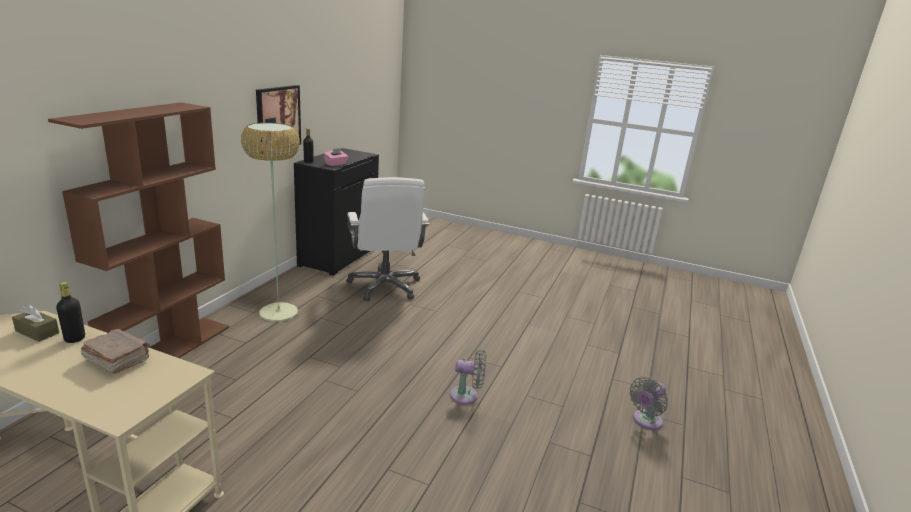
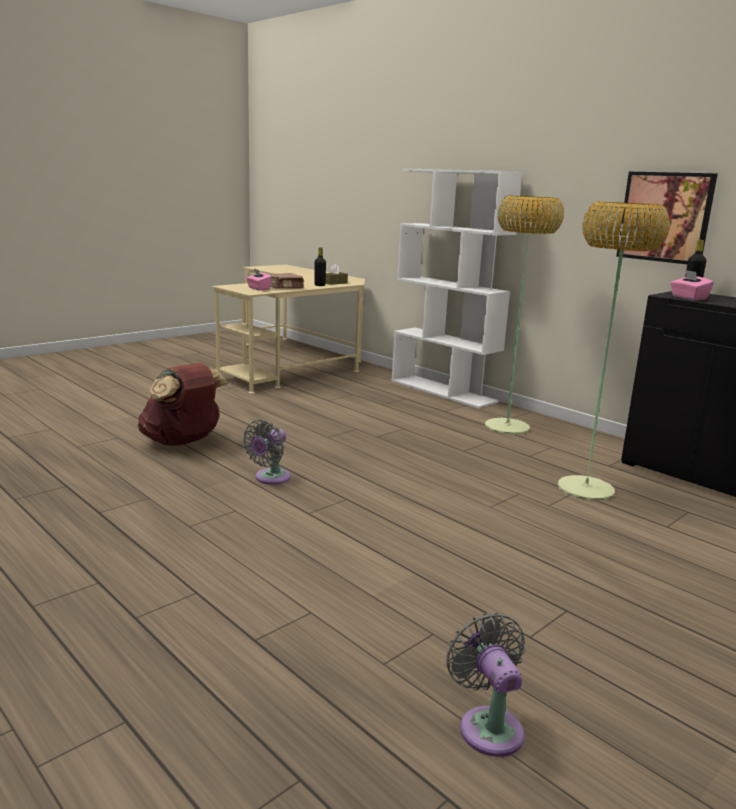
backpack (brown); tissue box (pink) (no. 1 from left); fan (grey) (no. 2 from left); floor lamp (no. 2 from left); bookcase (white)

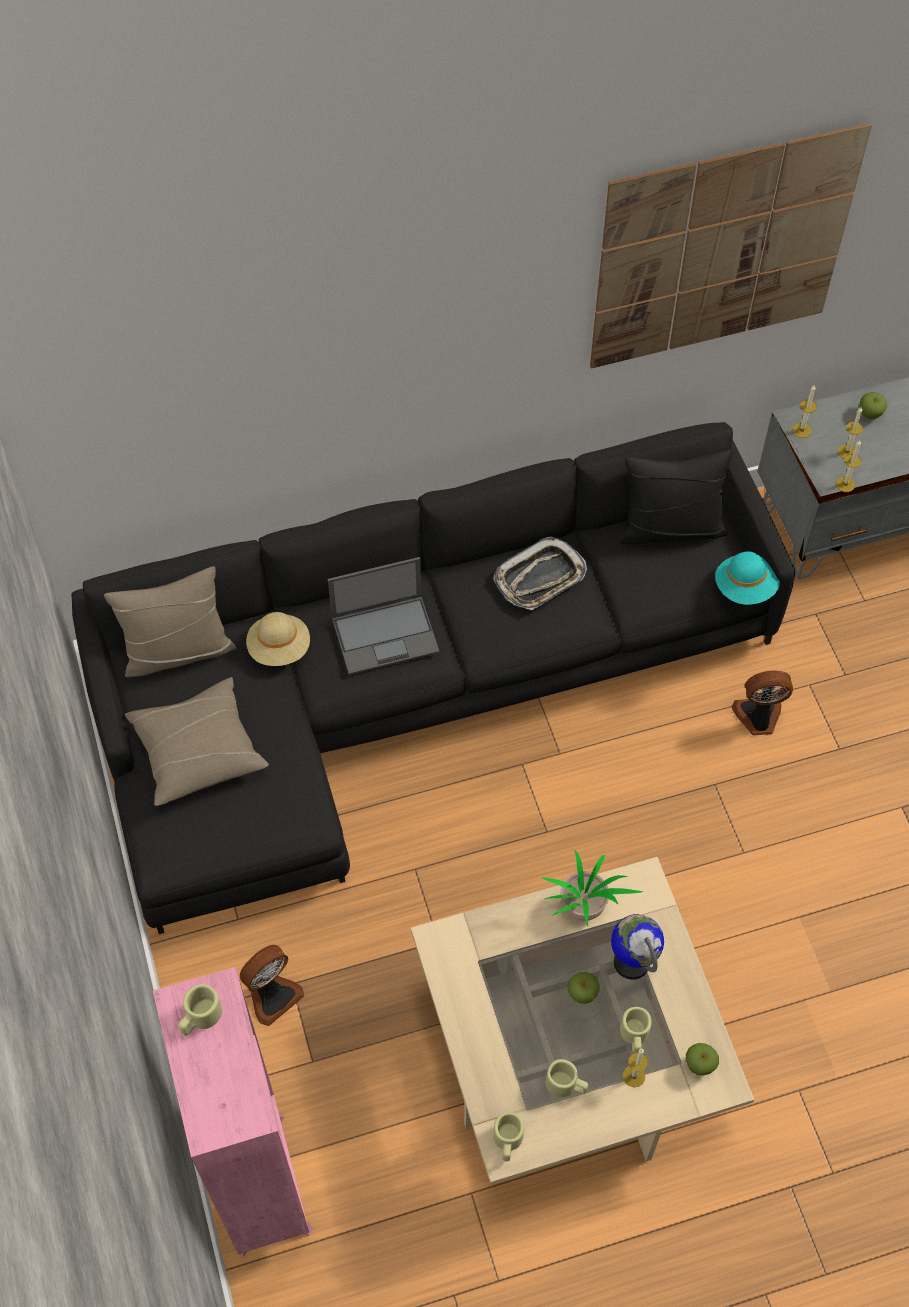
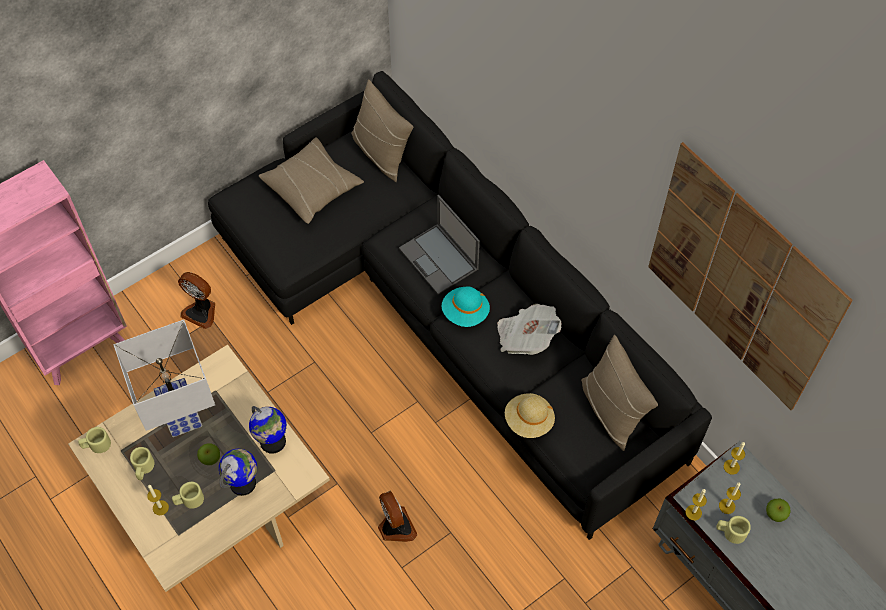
apple (no. 2 from left in the first image); table lamp (white); mug (beige) (no. 4 from left); hat (beige); hat (turquoise); fan (no. 2 from left); newspaper; globe (no. 2 from left); pillow (beige) (no. 3 from left)

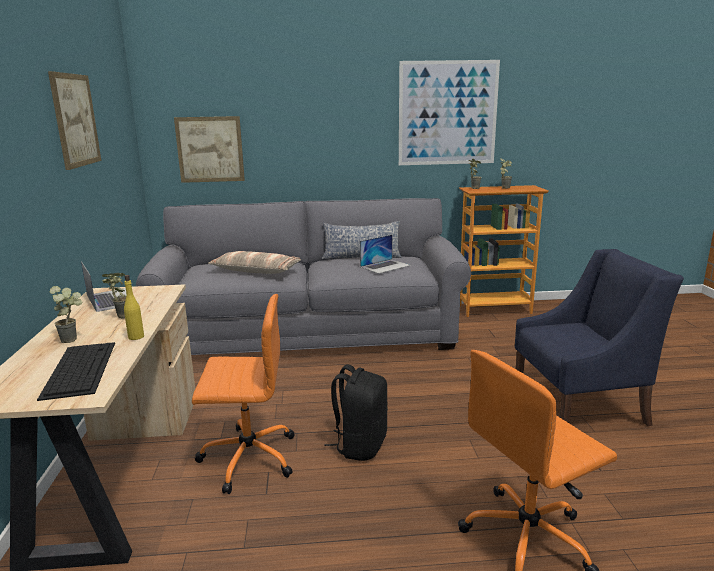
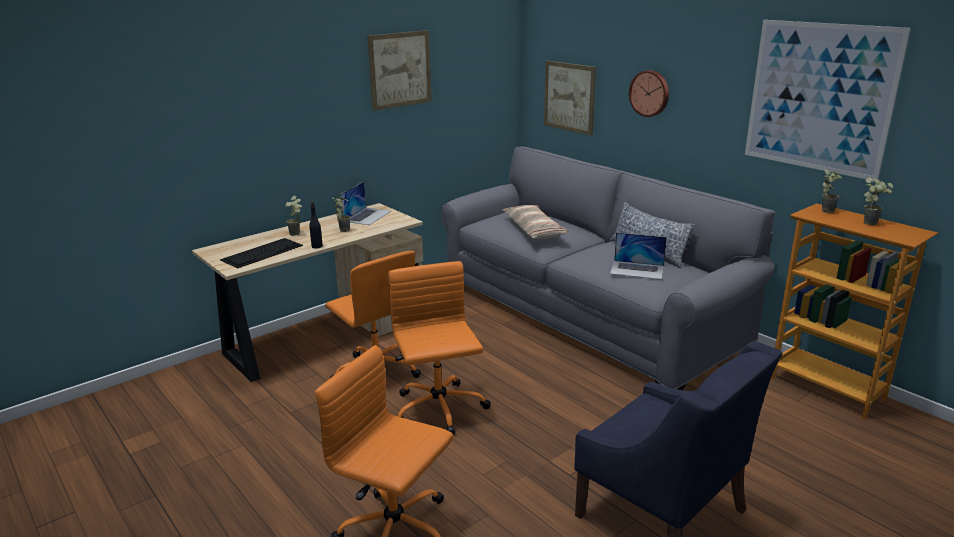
wall clock; office chair (orange) (no. 3 from left); bottle (black)

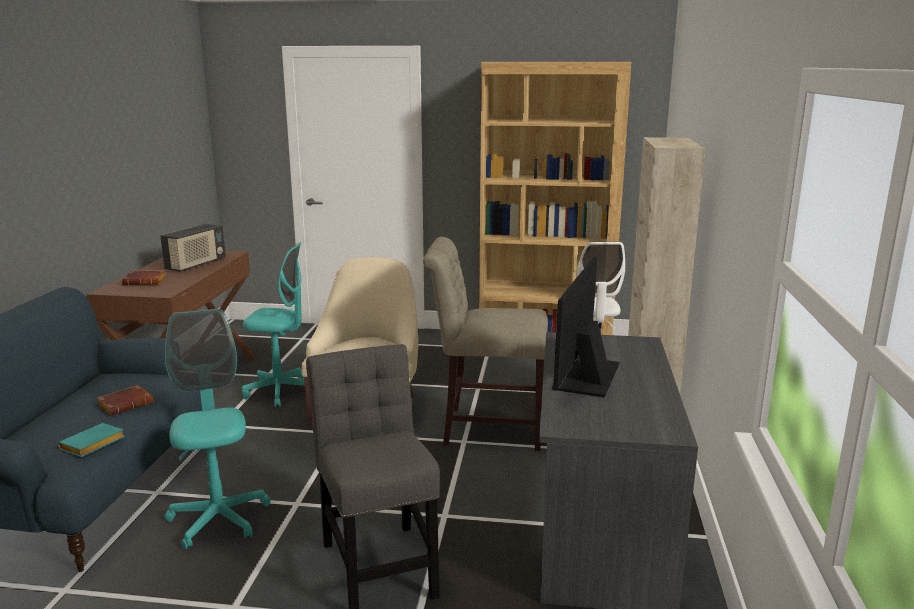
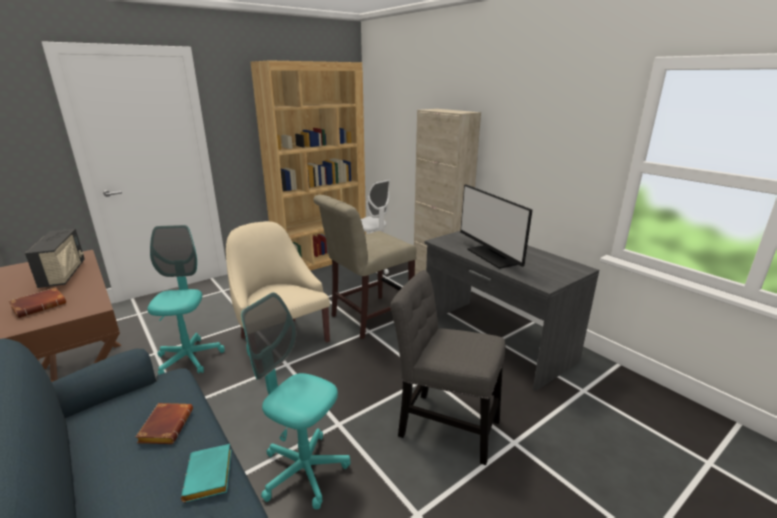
office chair (turquoise) (no. 1 from left)

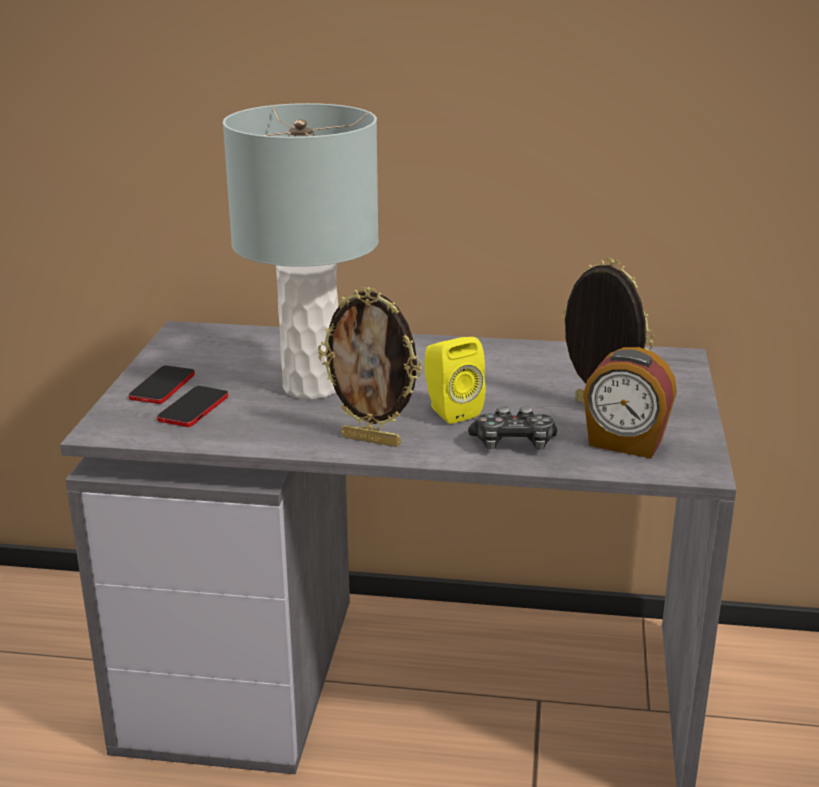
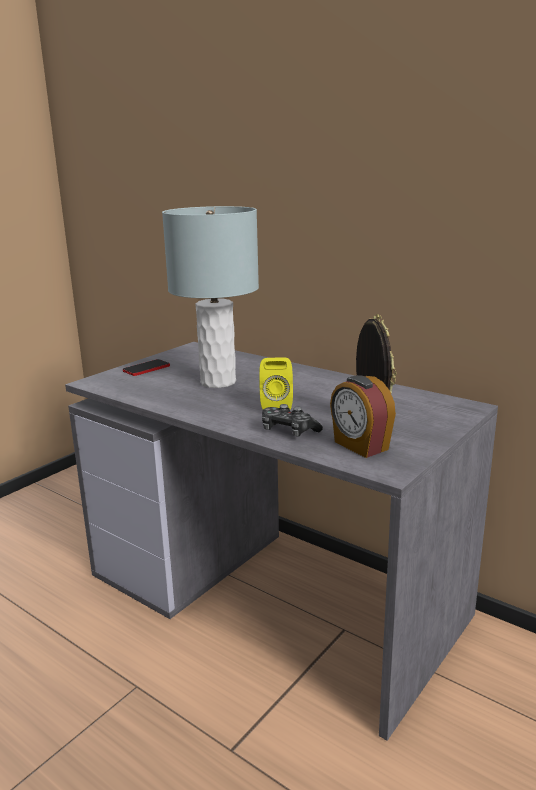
phone (no. 2 from left in the first image); picture frame (no. 1 from left in the first image)

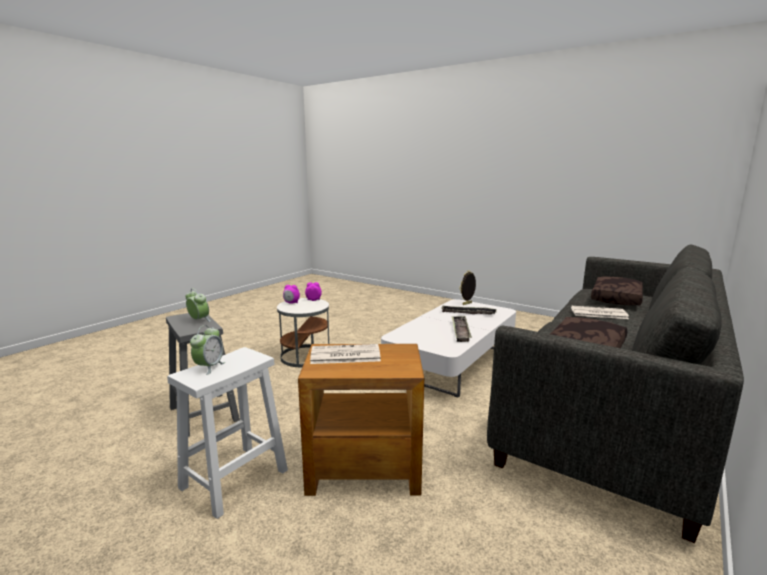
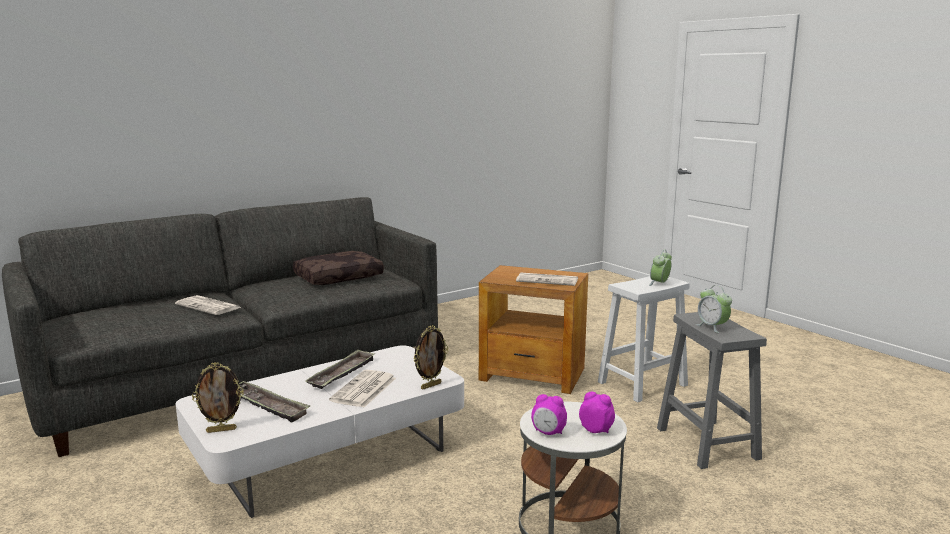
pillow (brown) (no. 2 from left in the first image); newspaper (no. 2 from left); picture frame (no. 2 from left)

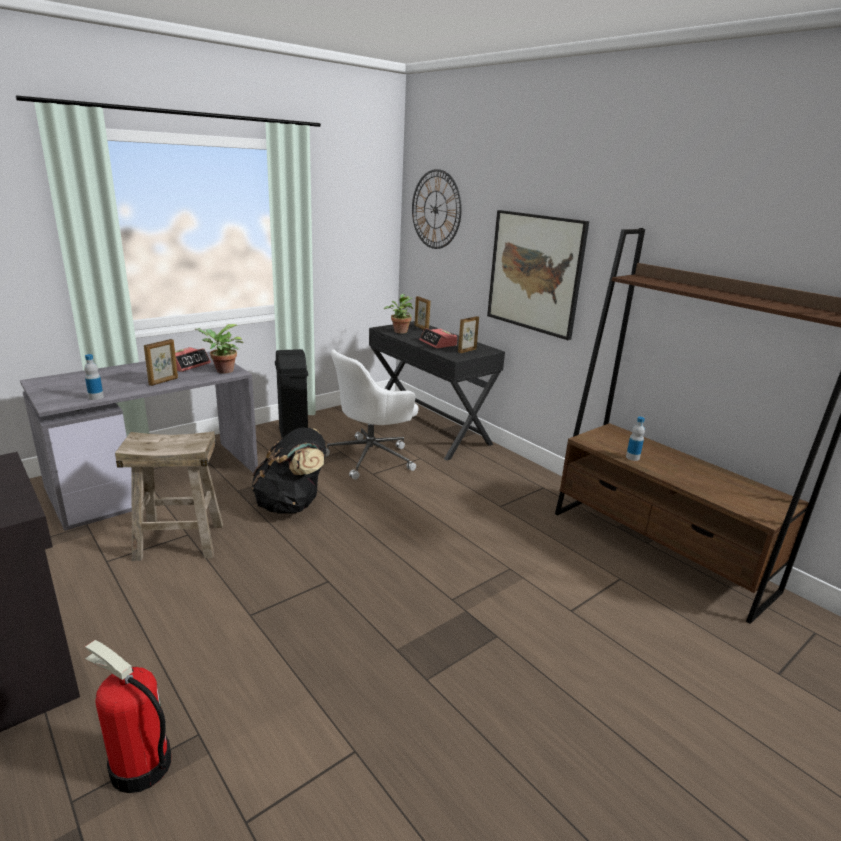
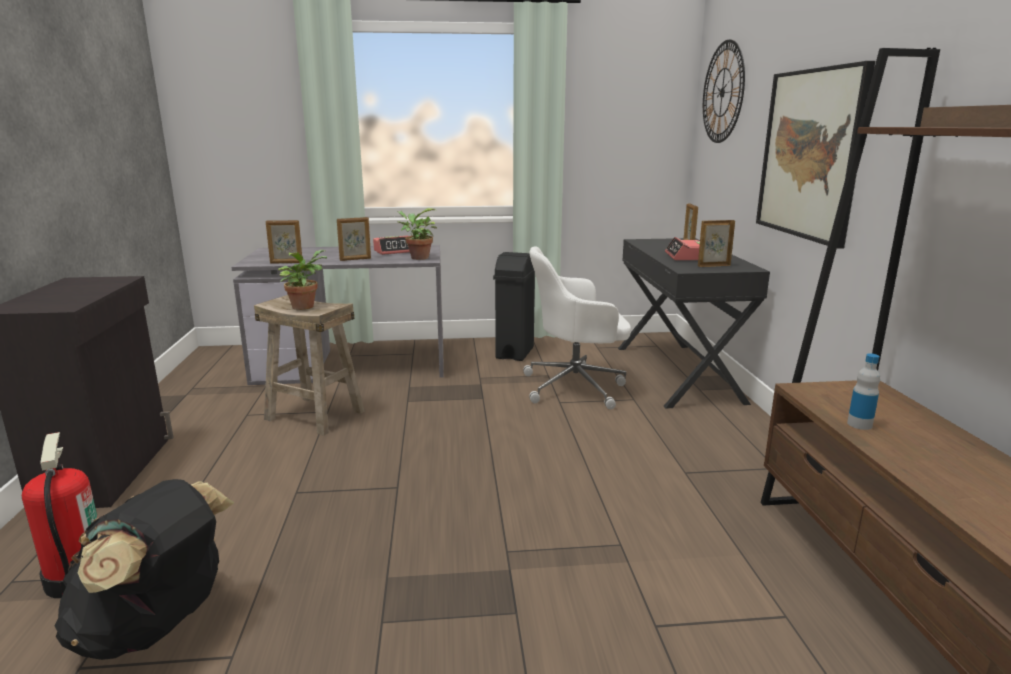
backpack (black); potted plant (no. 1 from left); picture frame (no. 1 from left)

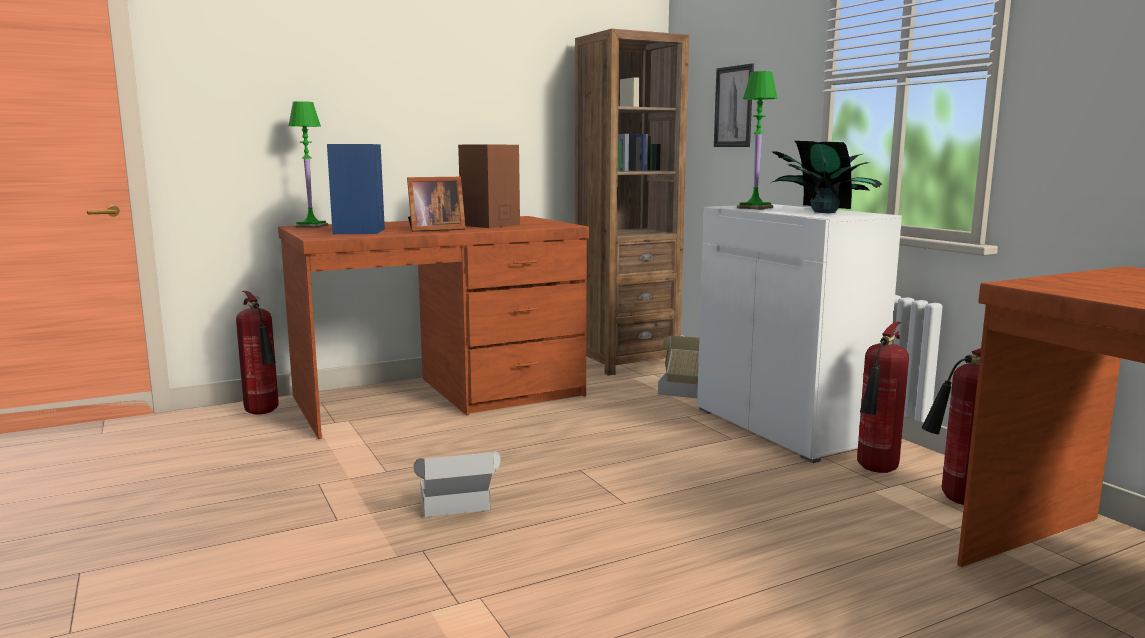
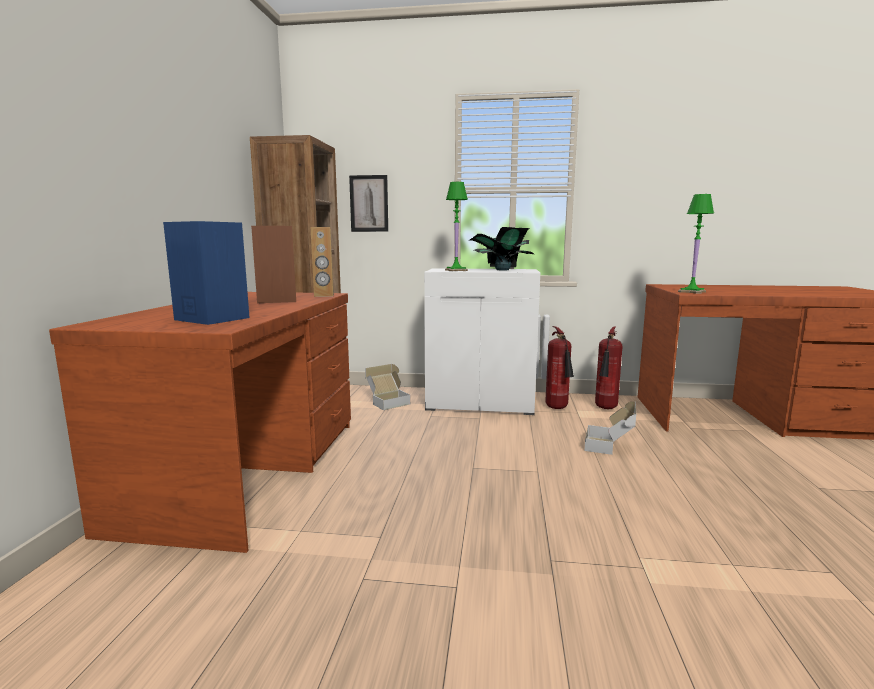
fire extinguisher (no. 1 from left in the first image); picture frame; speaker (brown) (no. 2 from left); table lamp (green) (no. 2 from left); cardboard box (no. 2 from left)

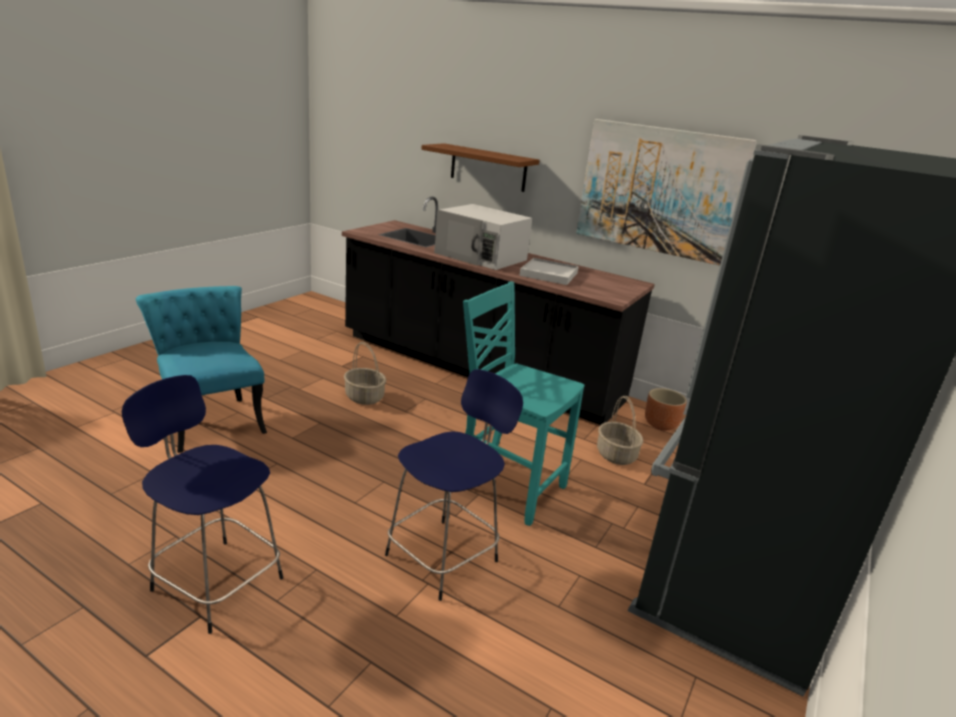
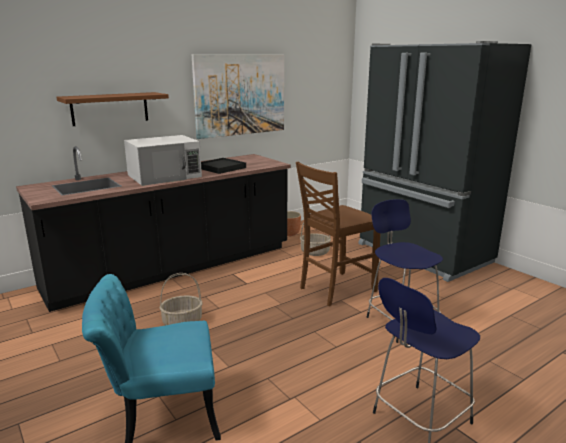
chair (brown); tray (black)

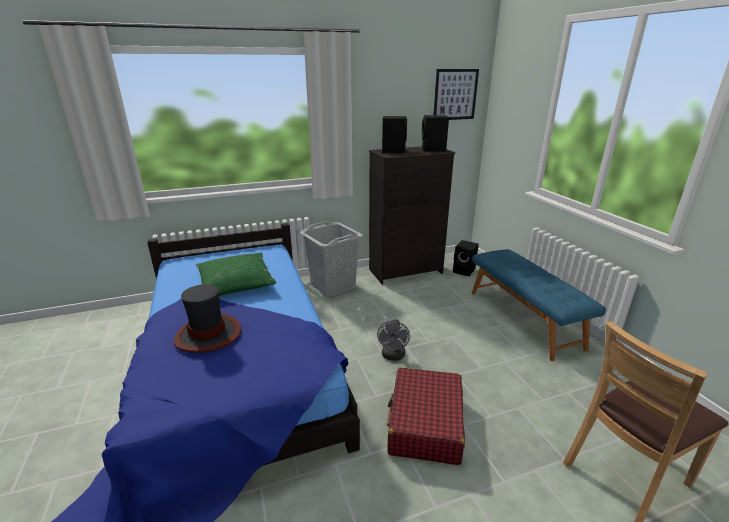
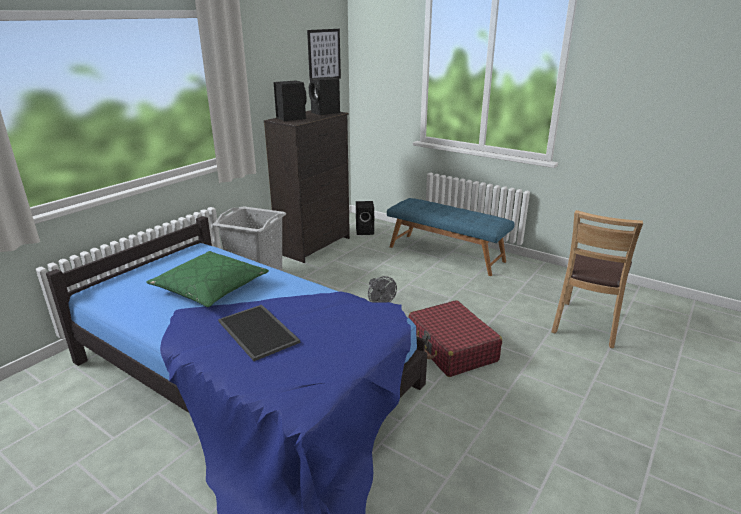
tray

